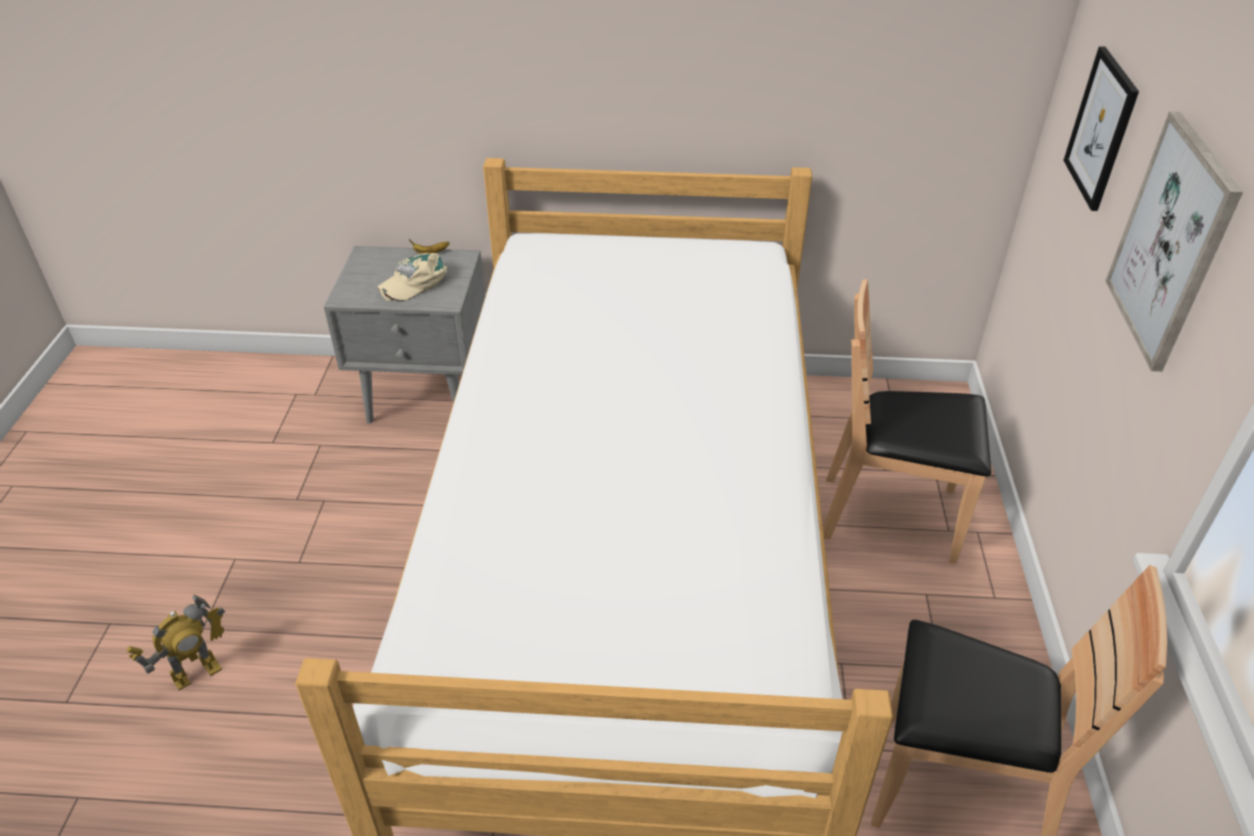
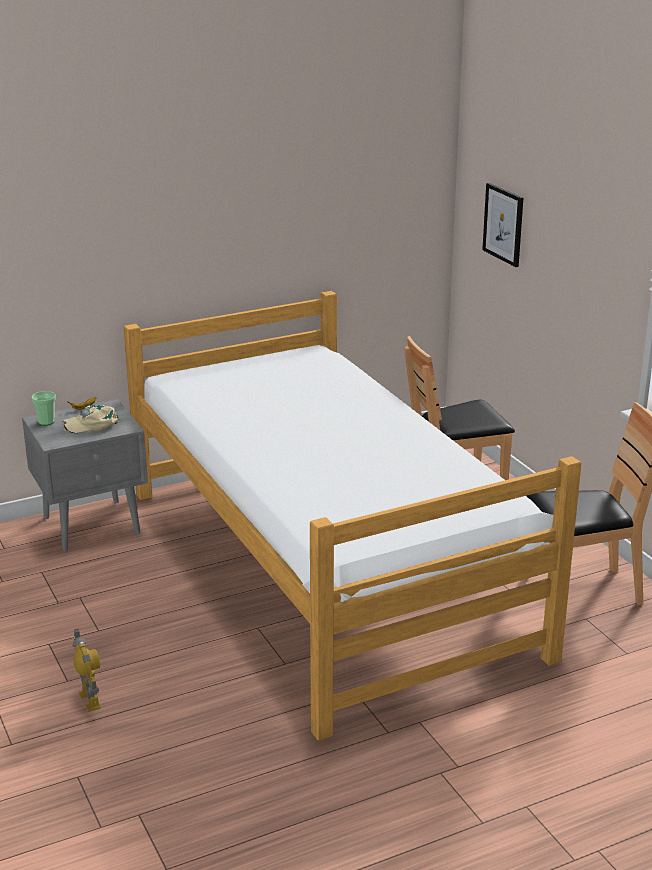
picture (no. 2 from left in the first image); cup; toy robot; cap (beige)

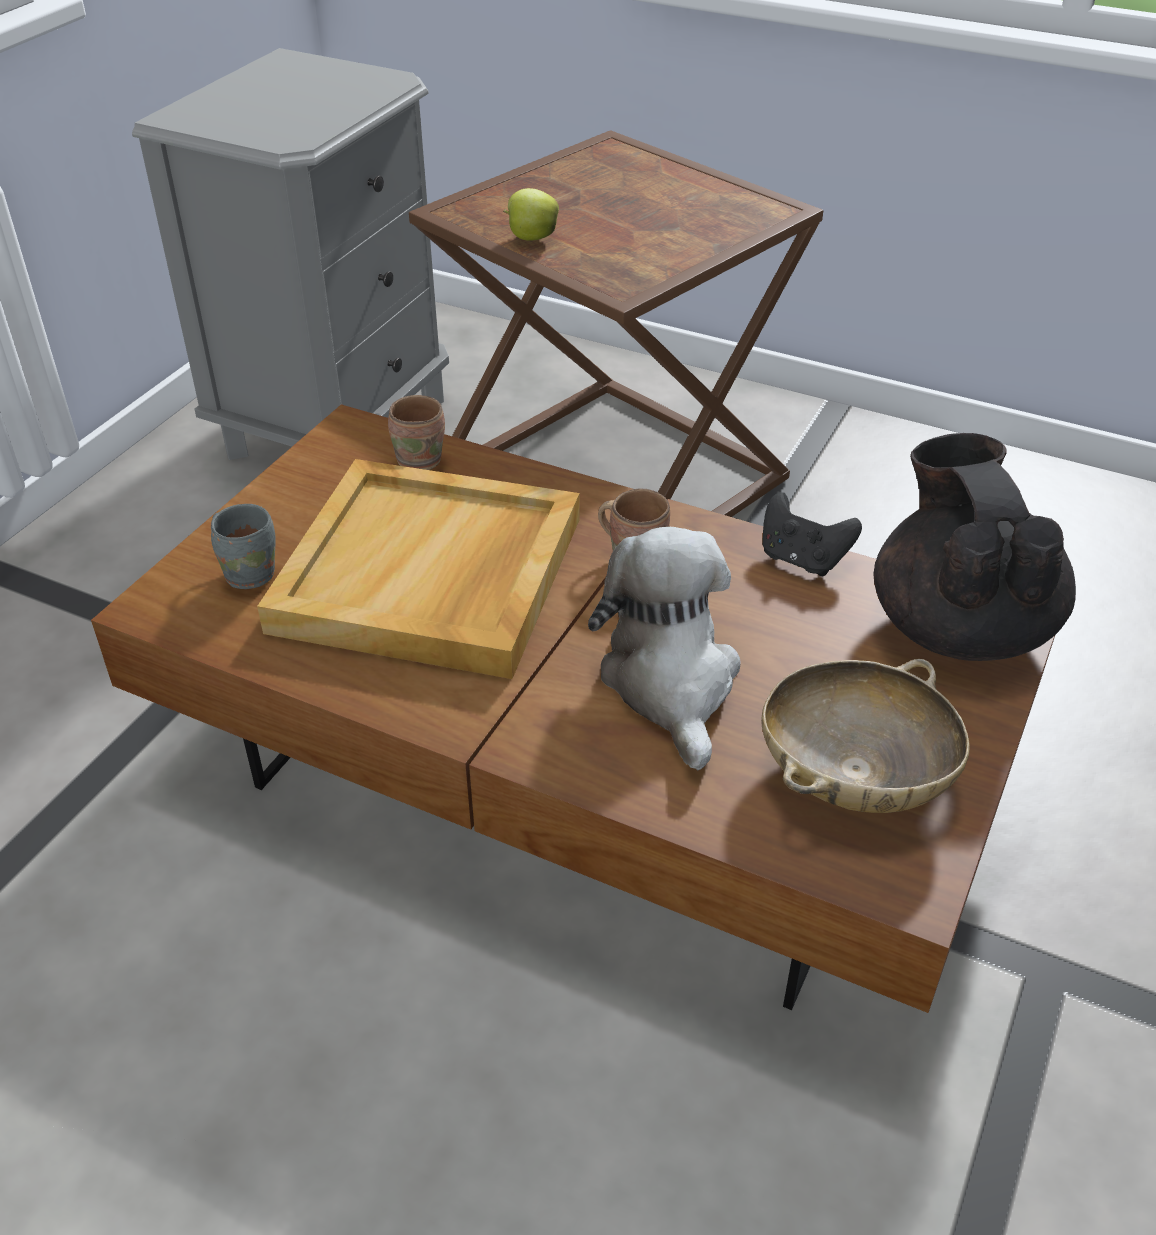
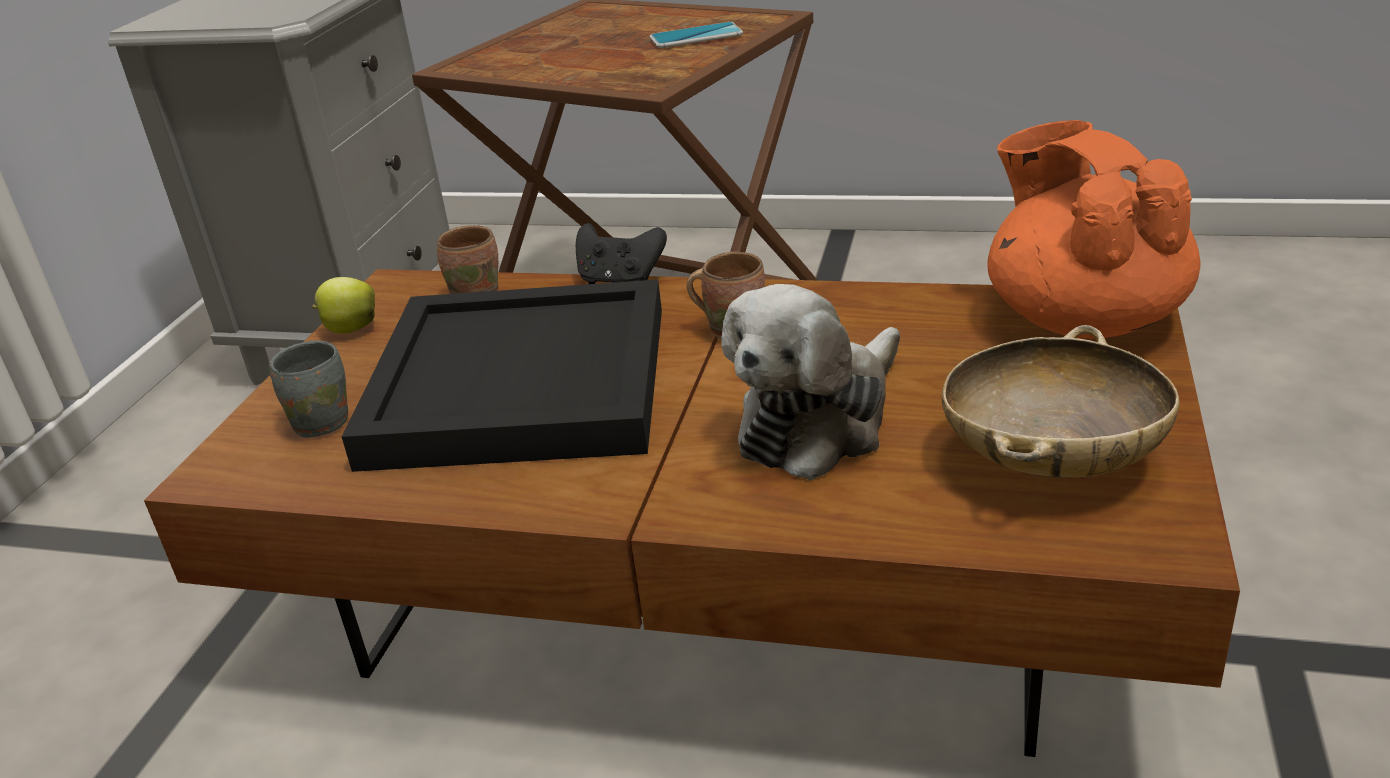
phone; apple; game controller (black); tray (black); teapot (orange); plush toy

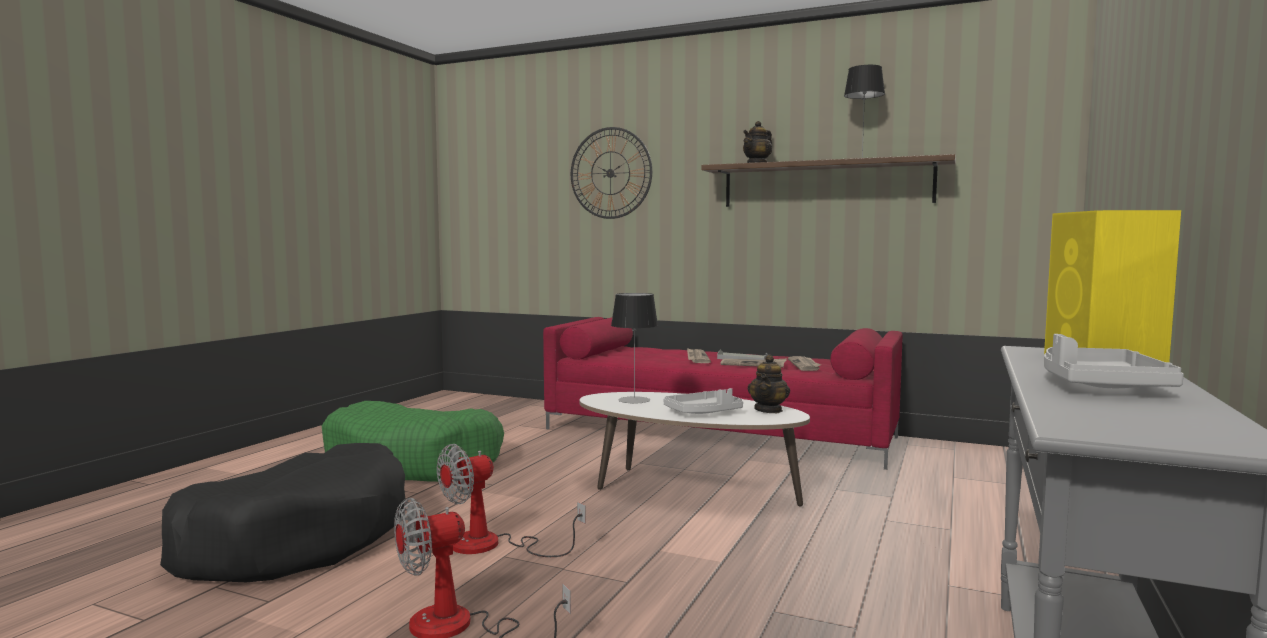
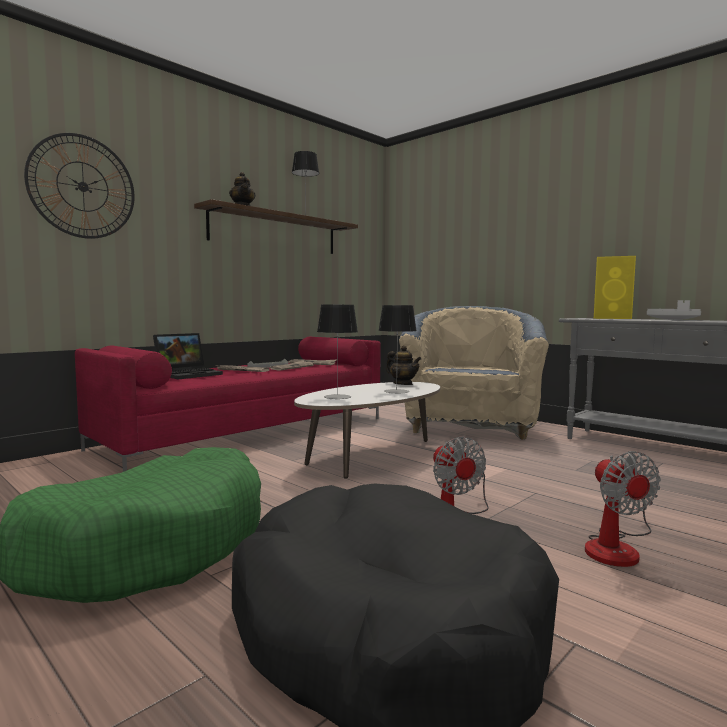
laptop; armchair (beige); table lamp (no. 3 from left)

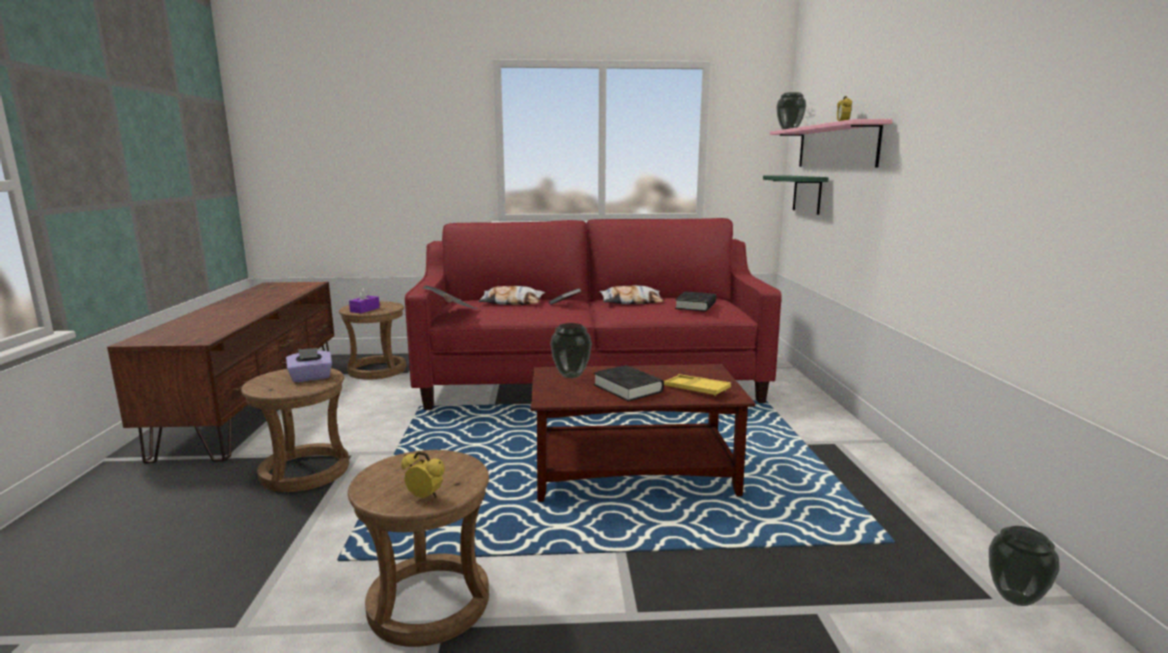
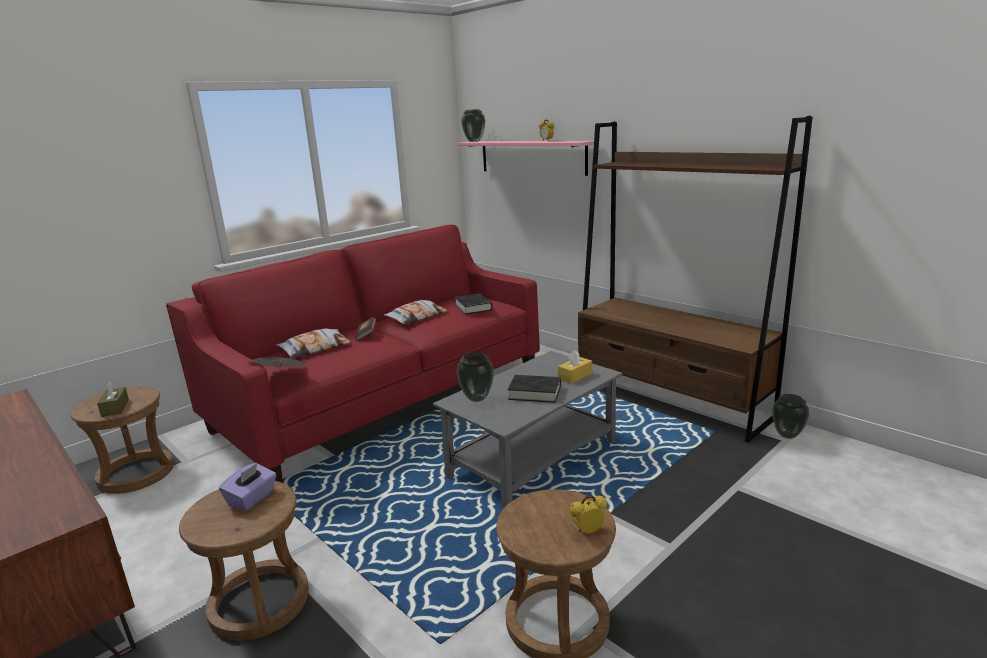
shelf (green); bookcase (brown); tissue box (yellow); tissue box (brown); coffee table (grey)

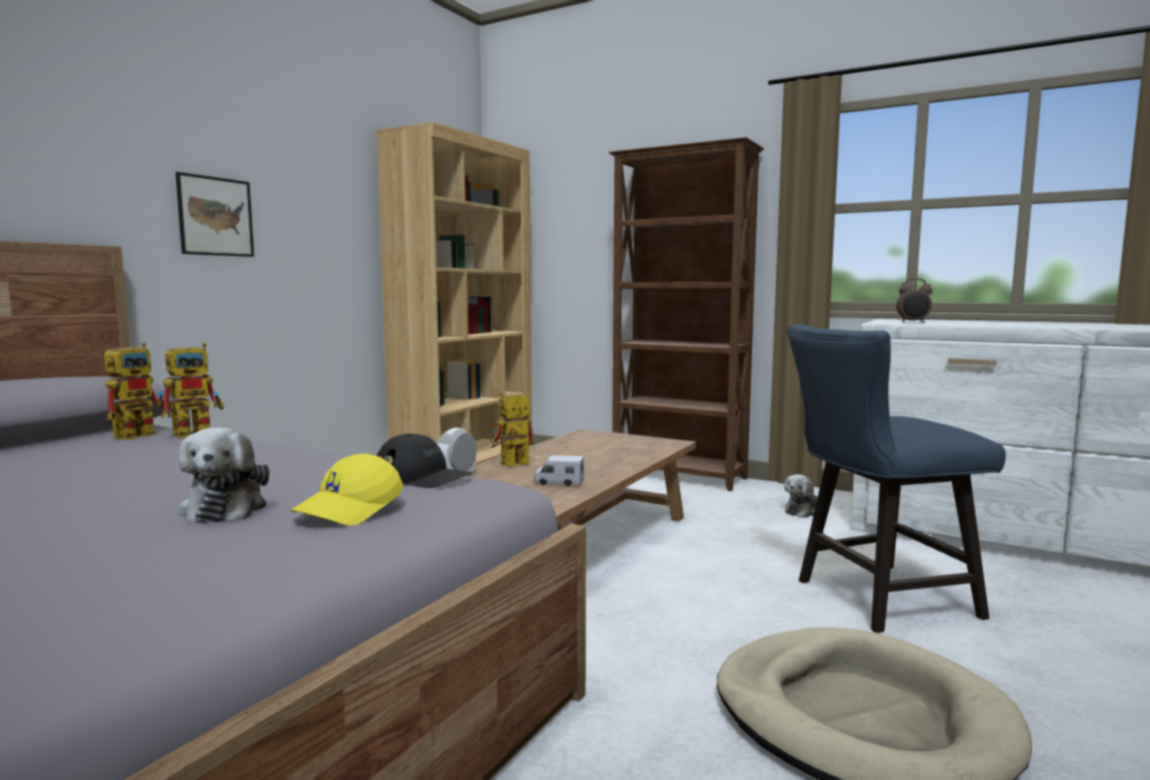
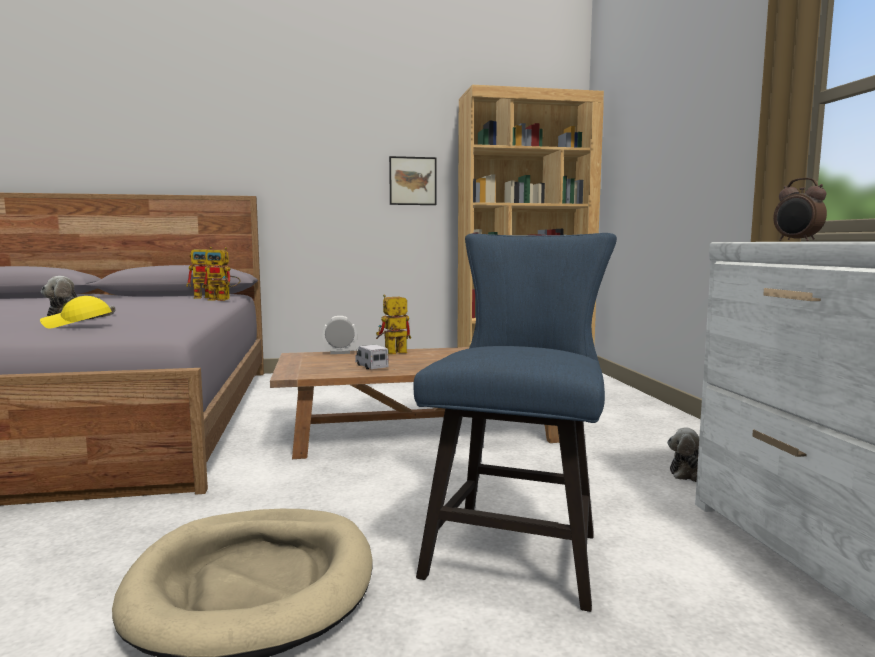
cap (black); bookcase (brown) (no. 2 from left in the first image); picture; toy robot (no. 3 from left); chair (blue)

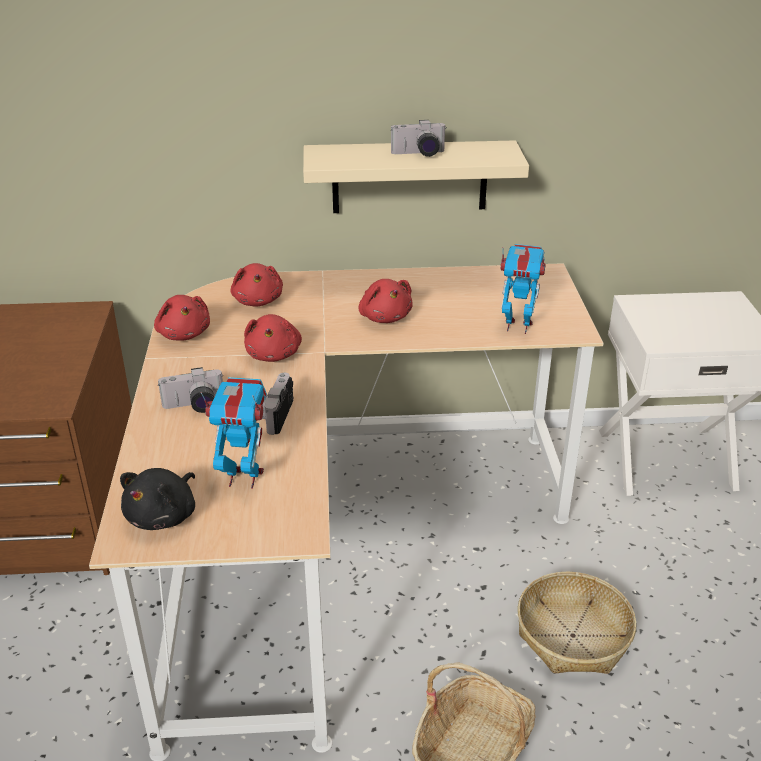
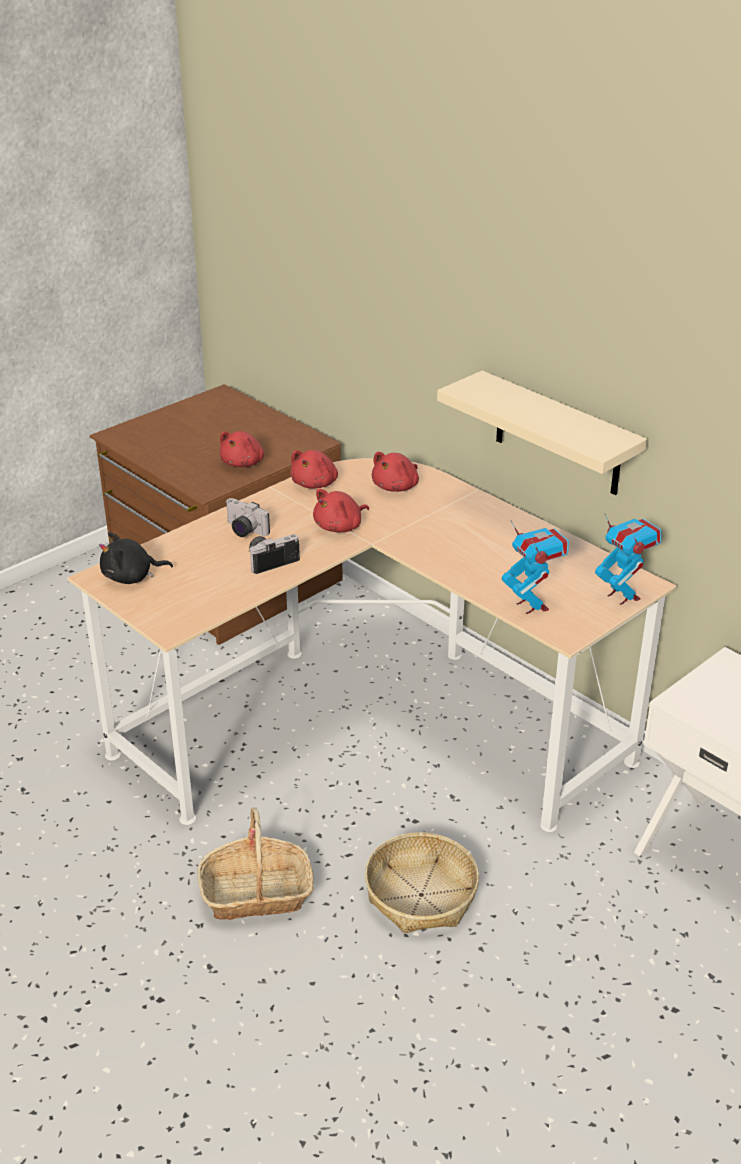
photo camera (no. 3 from left in the first image); toy robot (no. 2 from left); plush toy (red) (no. 1 from left)

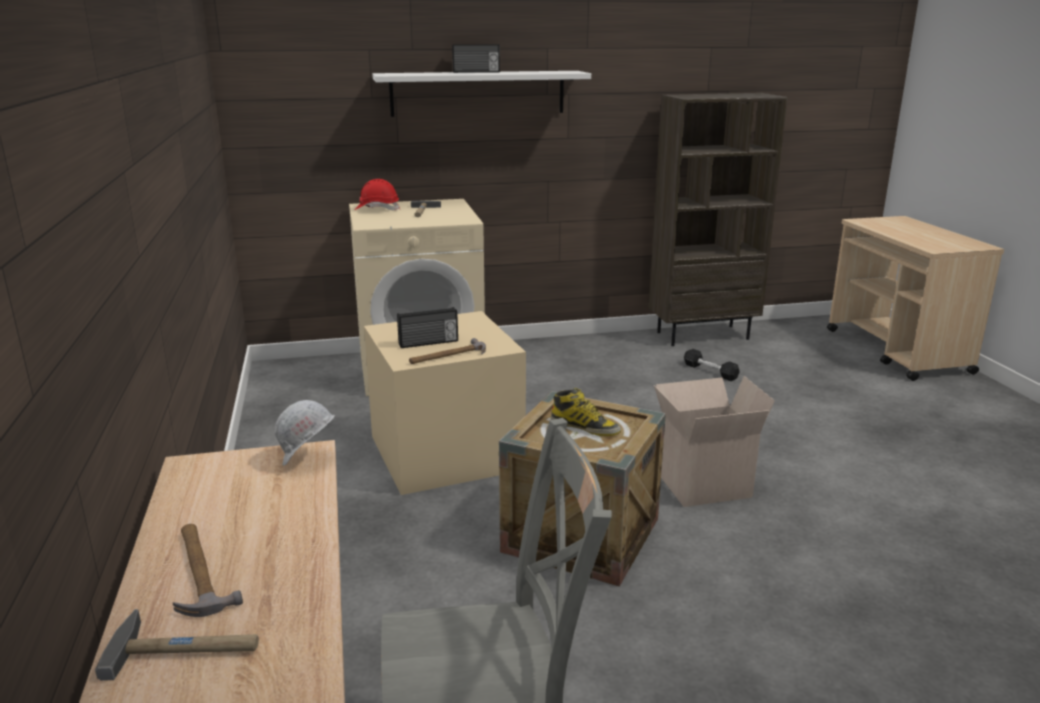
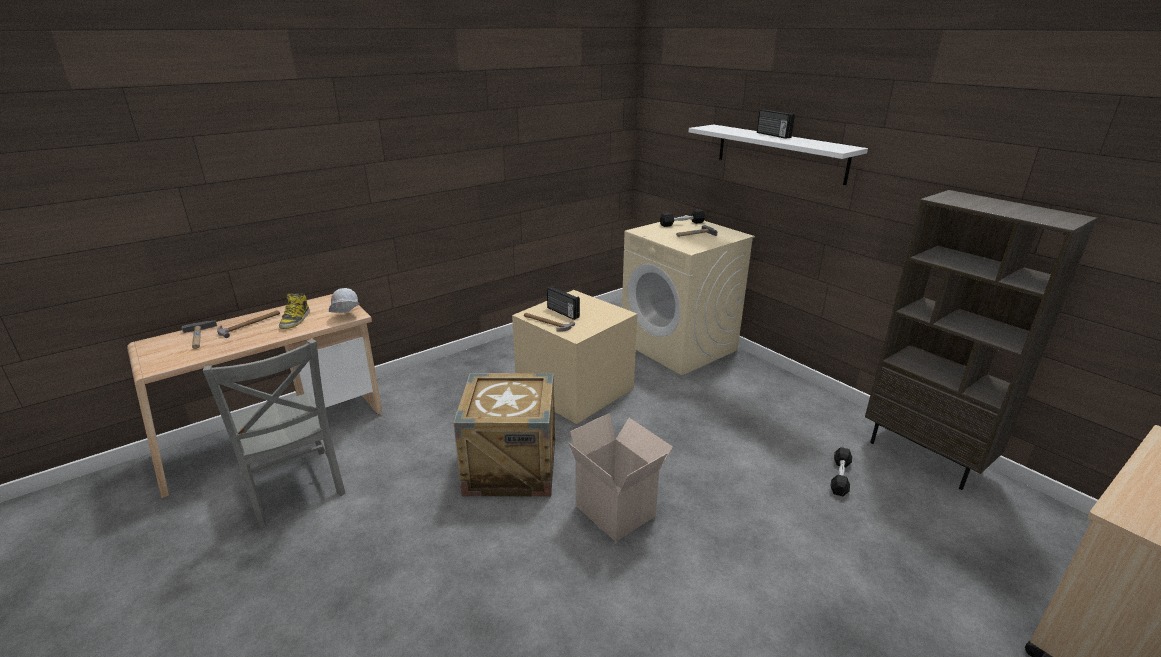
boot; dumbbell (black) (no. 1 from left)

